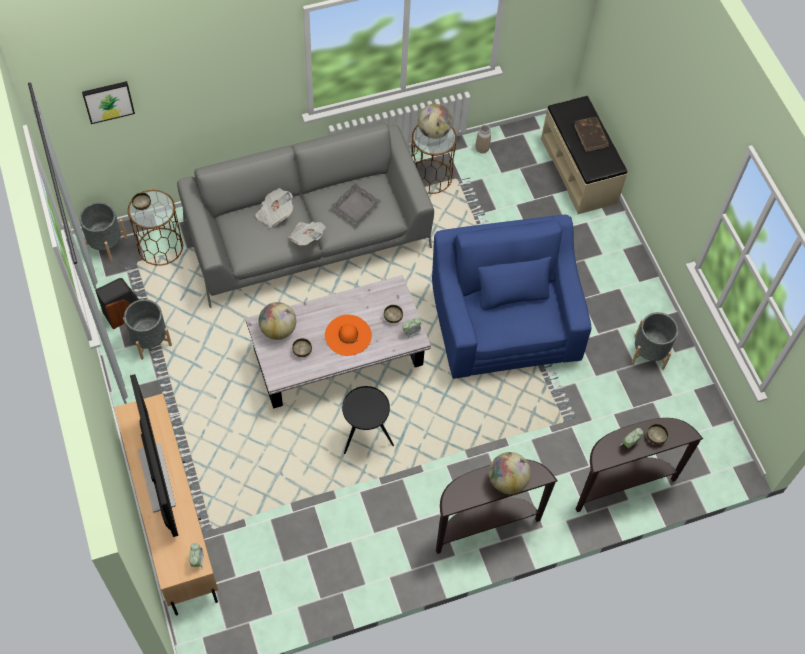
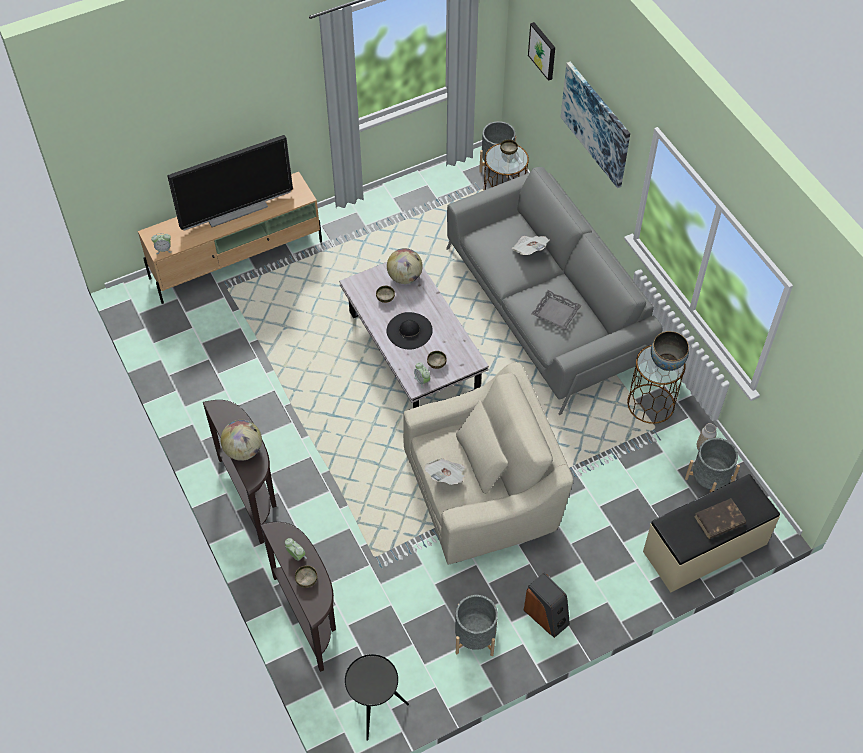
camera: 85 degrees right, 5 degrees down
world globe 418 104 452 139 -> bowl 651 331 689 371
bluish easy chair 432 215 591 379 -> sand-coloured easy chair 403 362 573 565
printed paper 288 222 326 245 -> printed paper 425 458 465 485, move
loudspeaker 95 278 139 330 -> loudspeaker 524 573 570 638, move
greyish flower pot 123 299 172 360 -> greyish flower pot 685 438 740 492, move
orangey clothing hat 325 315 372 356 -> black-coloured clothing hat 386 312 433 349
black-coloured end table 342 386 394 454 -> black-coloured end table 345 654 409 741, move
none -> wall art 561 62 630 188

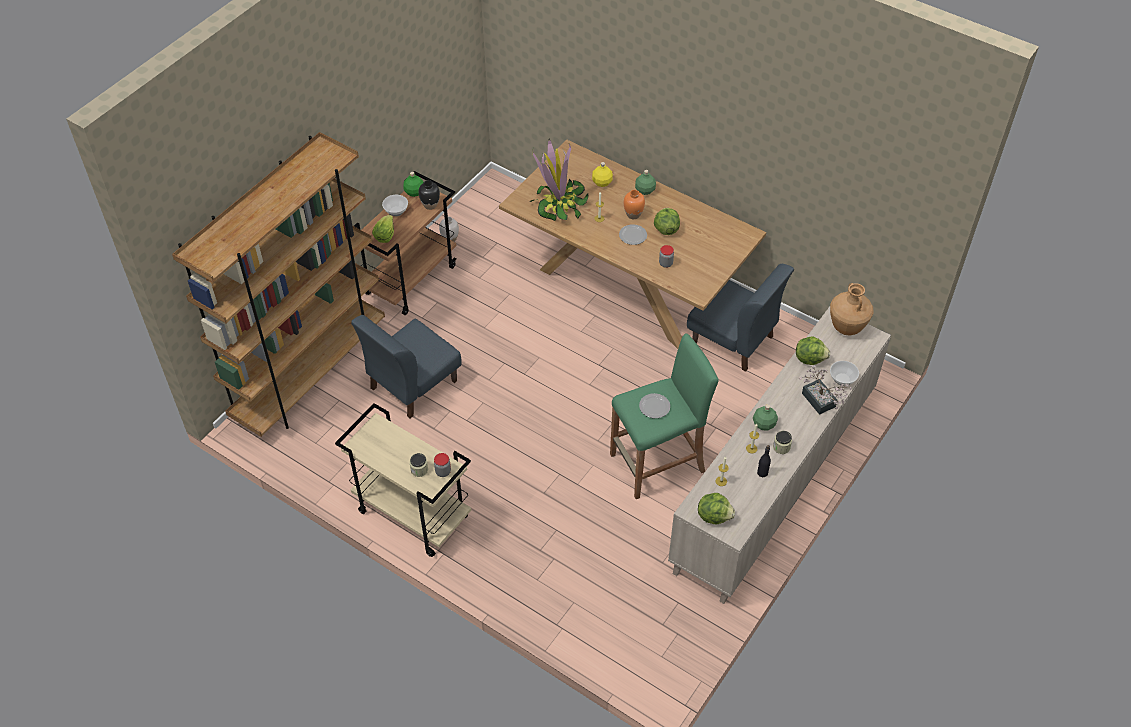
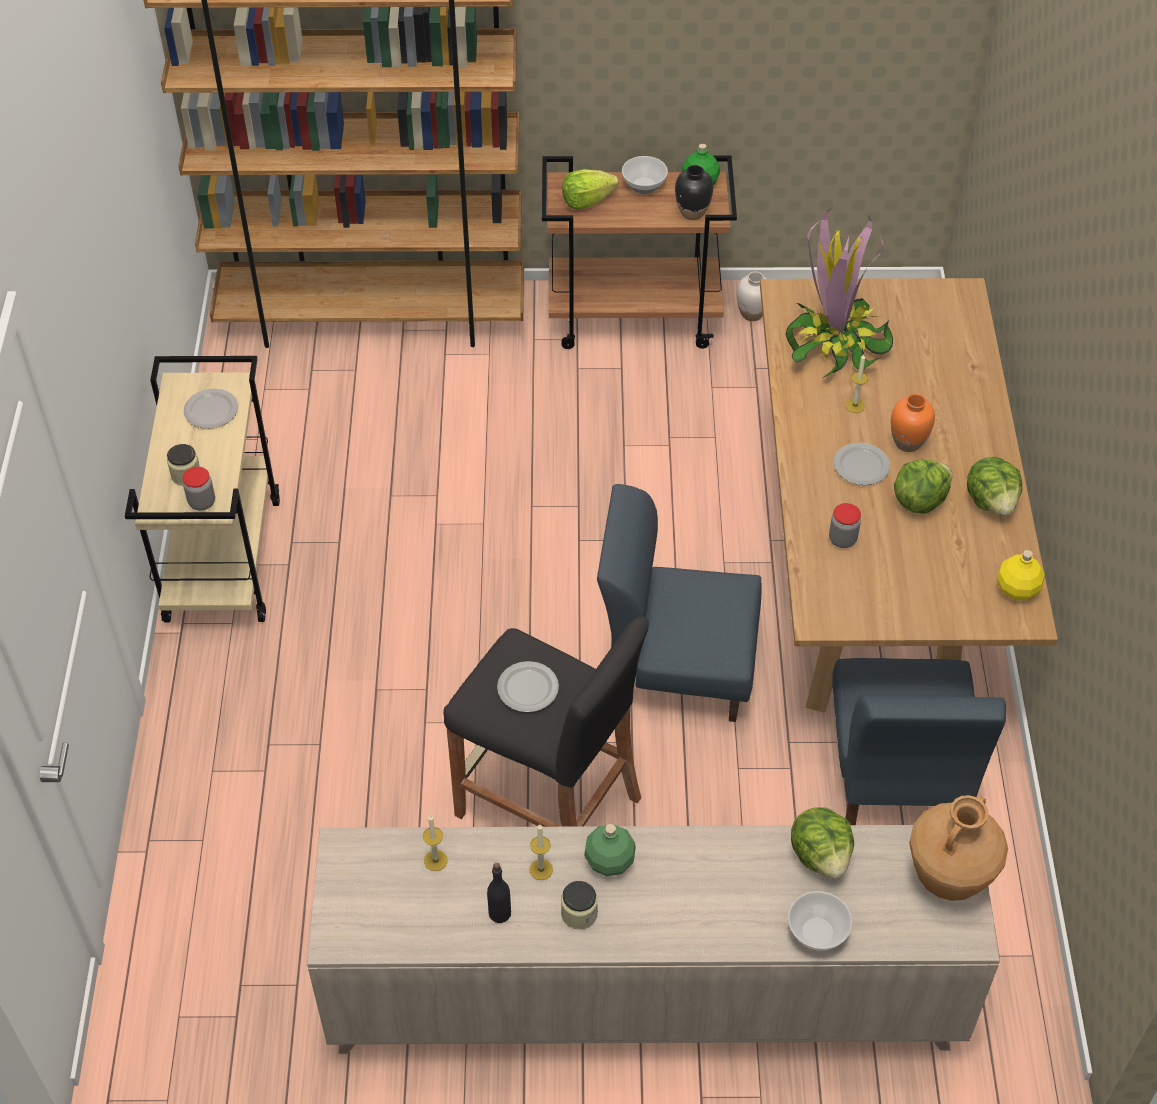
camera: 55 degrees right, 0 degrees up
yellowish drink bottle 592 162 613 187 -> yellowish drink bottle 997 550 1045 600, move
green drink bottle 635 170 656 195 -> none
bluish plain chair 351 315 462 418 -> bluish plain chair 597 484 761 722, move
green stool seat 610 333 719 499 -> black-coloured stool seat 443 616 649 827
plant in a pot 799 366 851 415 -> none
lettuce 698 493 735 524 -> lettuce 967 457 1022 515, move
none -> flat dish 184 388 238 429

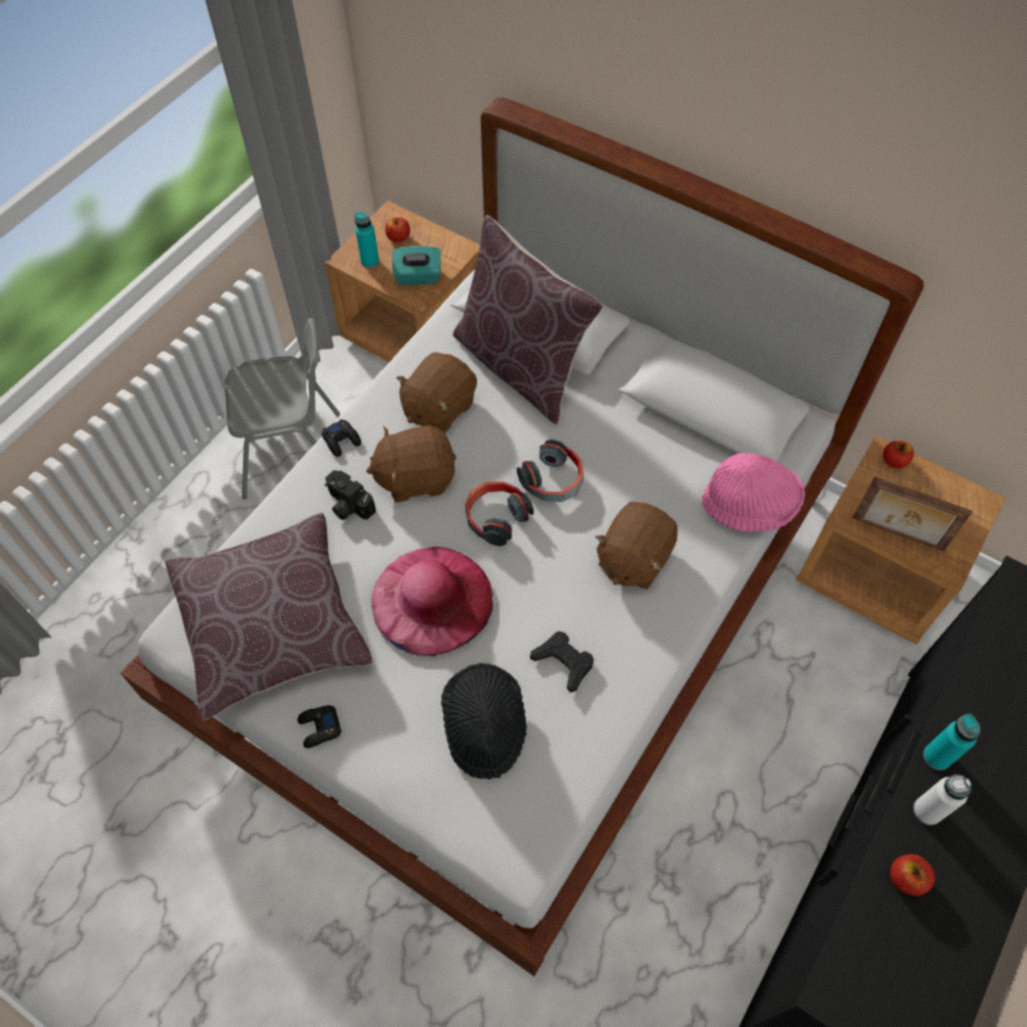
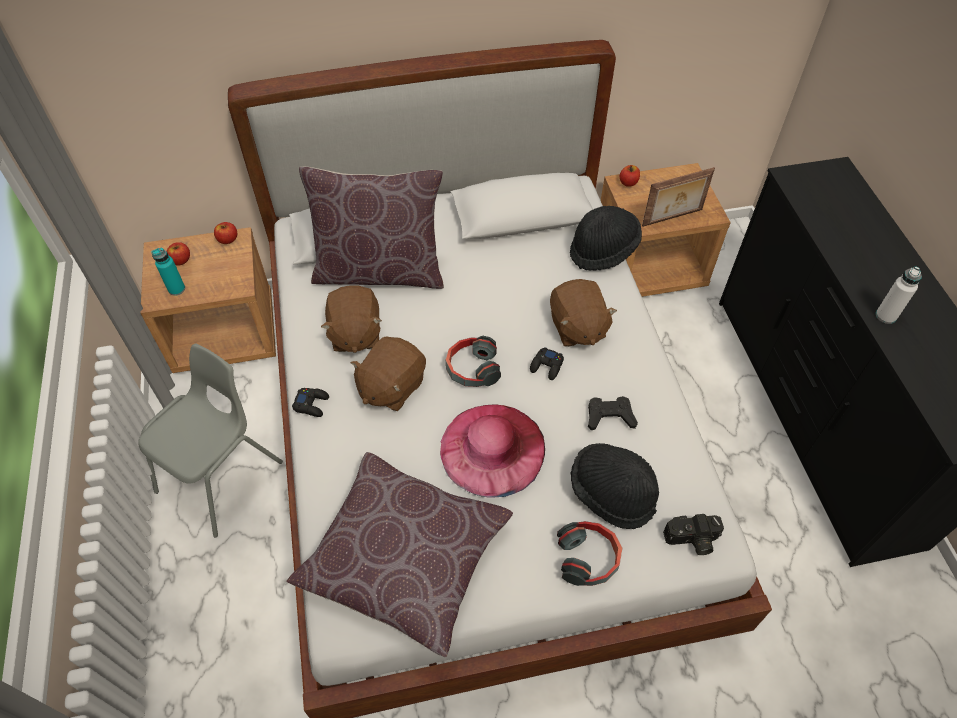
camera: 45 degrees left, 5 degrees down
turquoise tissue holder 392 246 441 285 -> none
pair of headphones 517 439 584 502 -> pair of headphones 557 521 622 586, move
pink-coloured clothing hat 702 453 805 532 -> black-coloured clothing hat 570 206 642 271
still camera 325 470 376 520 -> still camera 663 514 724 555, move
black-coloured joypad 297 705 342 748 -> black-coloured joypad 530 347 564 380, move
turquoise drink bottle 923 714 981 770 -> none
apple fruit 890 854 935 896 -> apple fruit 214 222 237 244, move

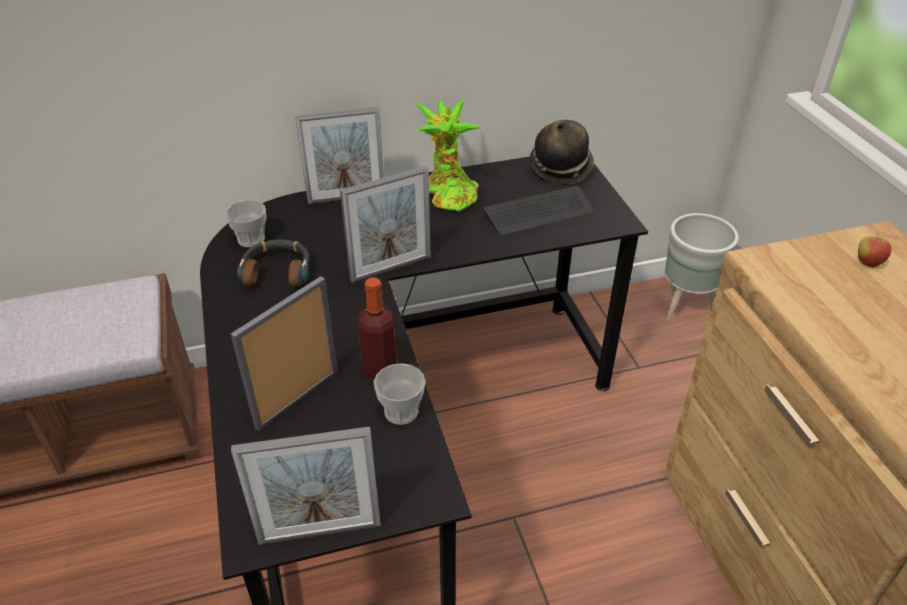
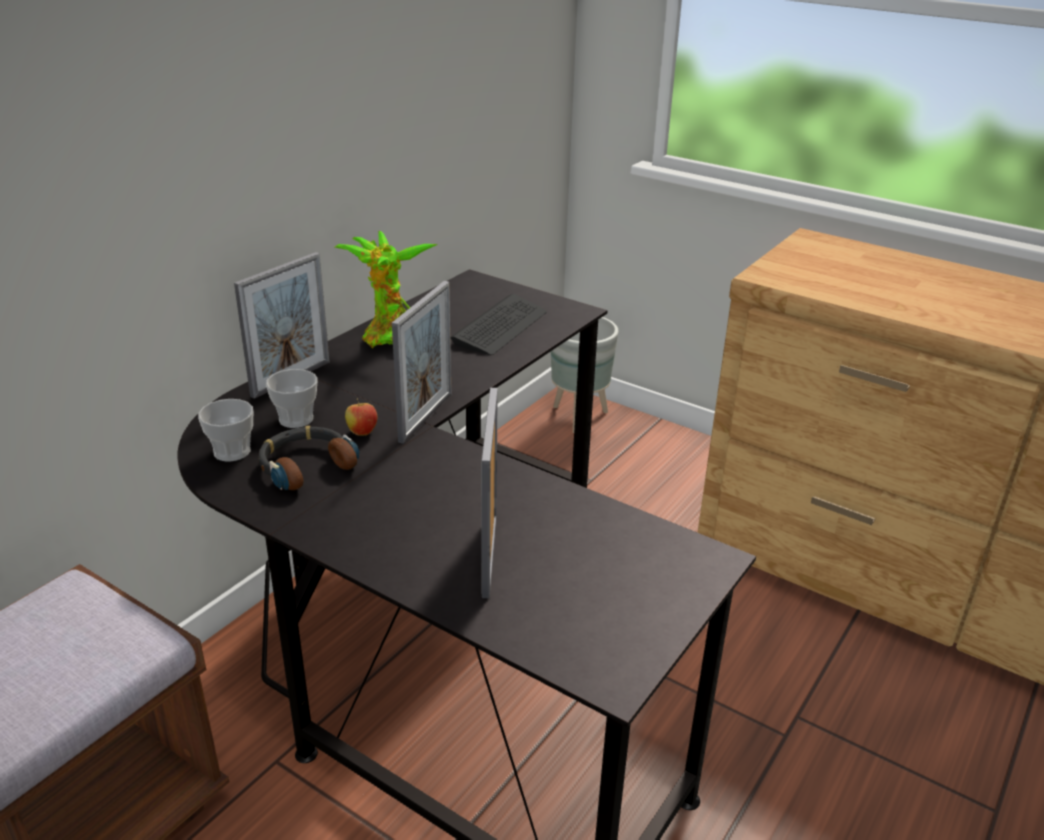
camera: 40 degrees left, 10 degrees down
clothing hat 529 120 594 185 -> none
apple fruit 858 232 892 267 -> apple fruit 345 399 377 436, move
drink bottle 358 277 397 380 -> none
small cup 374 363 425 425 -> small cup 266 369 318 428, move
standing frame 231 427 381 545 -> none

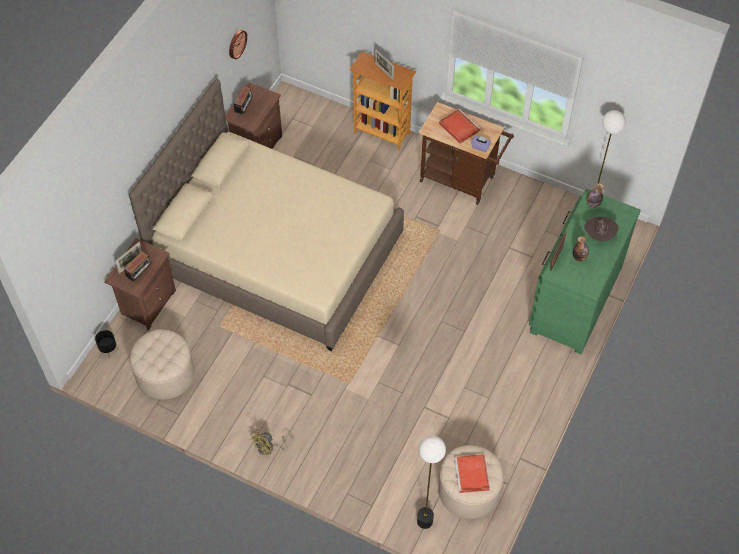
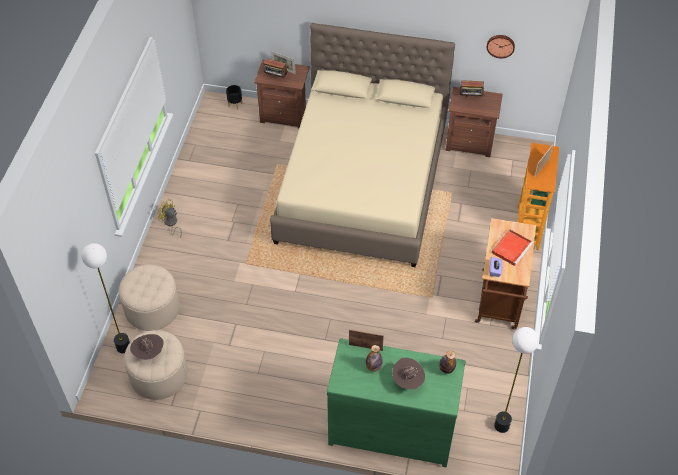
camera: 75 degrees right, 5 degrees down
sand-coloured pouffe 130 329 194 400 -> sand-coloured pouffe 119 265 180 331, move
reddish serving tray 454 454 490 493 -> brownish clothing hat 130 334 164 360

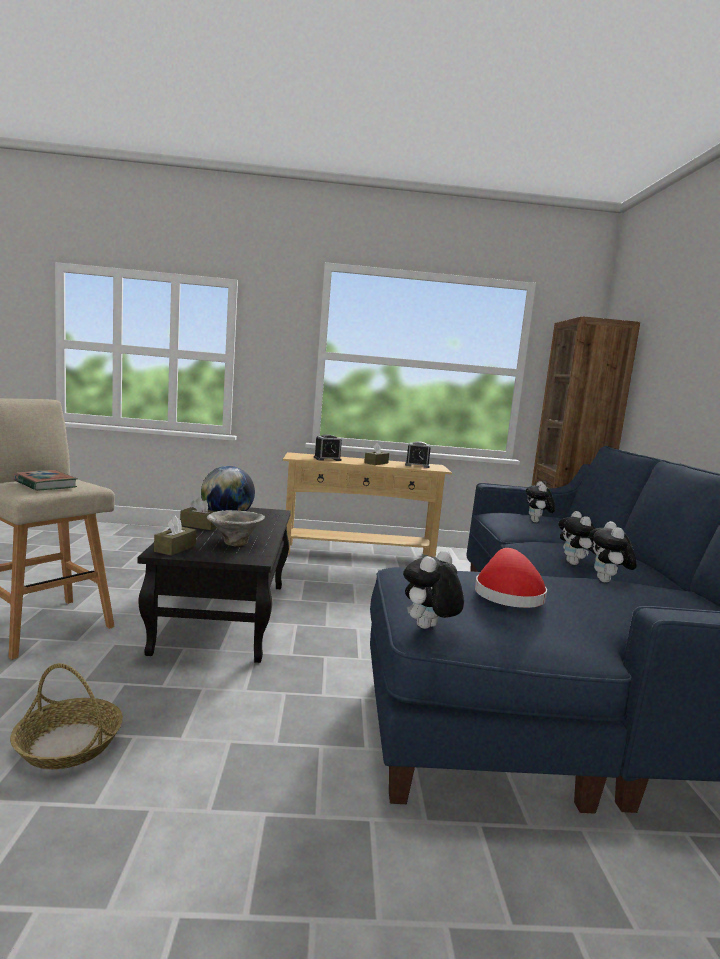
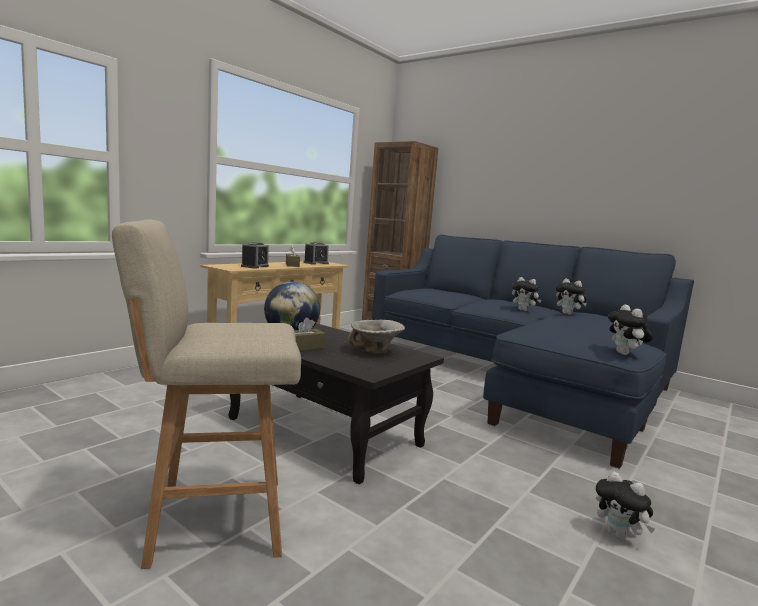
camera: 50 degrees left, 0 degrees up
volume 14 470 78 491 -> none
plush toy 526 481 555 523 -> plush toy 596 472 655 539, move
brownish tissue holder 154 516 197 556 -> none
reddish clothing hat 475 548 547 608 -> none
basket 10 663 123 769 -> none

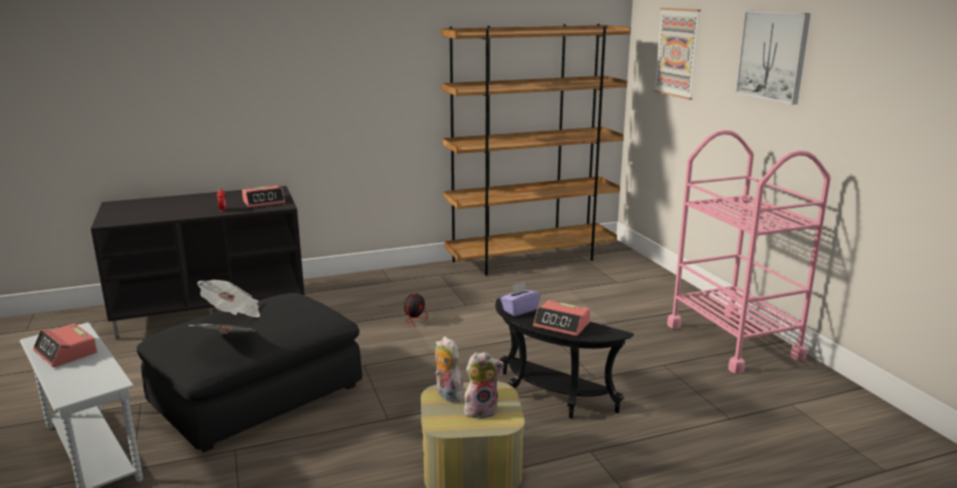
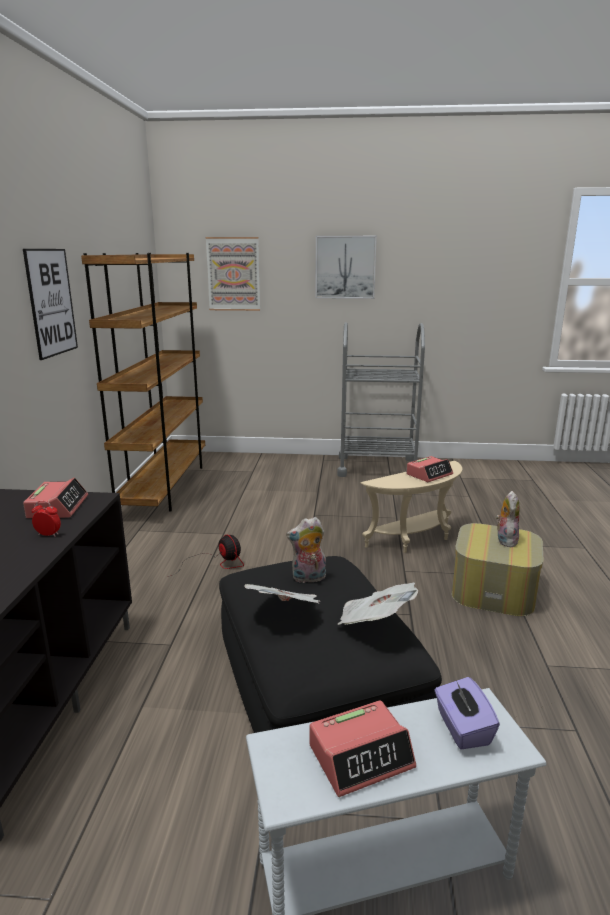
camera: 65 degrees left, 0 degrees up
pink-coloured wheeled cart 667 130 831 374 -> greyish wheeled cart 337 322 425 477
purple tissue holder 500 282 541 316 -> purple tissue holder 434 677 500 750, move
black-coloured end table 495 297 634 419 -> sand-coloured end table 361 461 462 553
plush toy 435 336 464 402 -> plush toy 286 517 326 583, move
none -> wall art 23 249 78 360

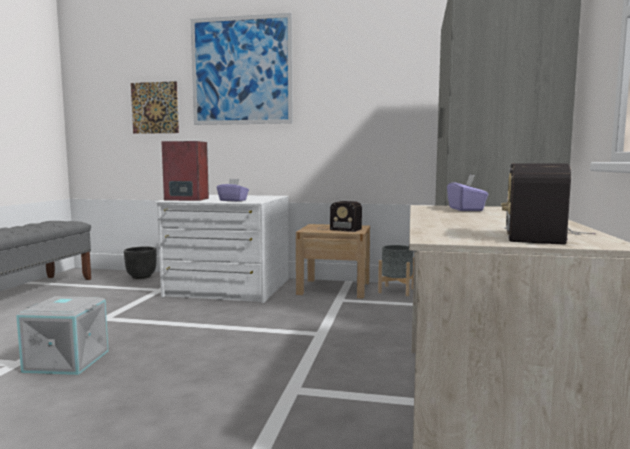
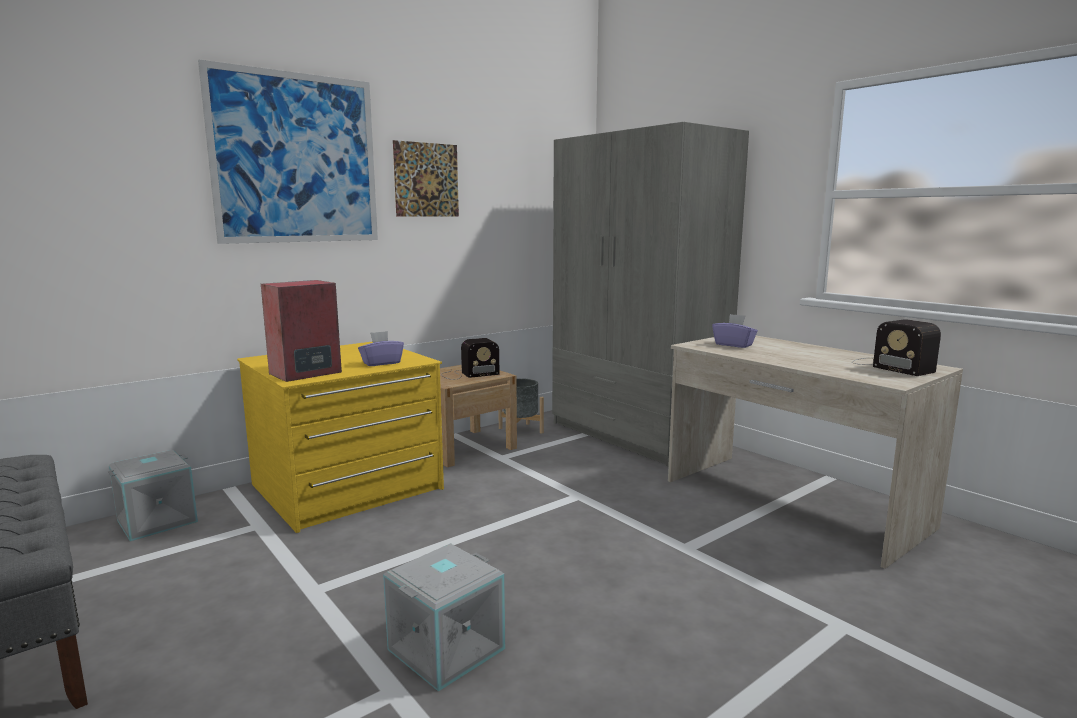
camera: 50 degrees left, 5 degrees up
wall art 131 81 179 134 -> wall art 393 140 459 217, move
whitish drawer chest 154 195 289 303 -> yellowish drawer chest 237 342 444 533
black-coloured flower pot 124 247 157 279 -> greyish storage container 108 450 198 541

